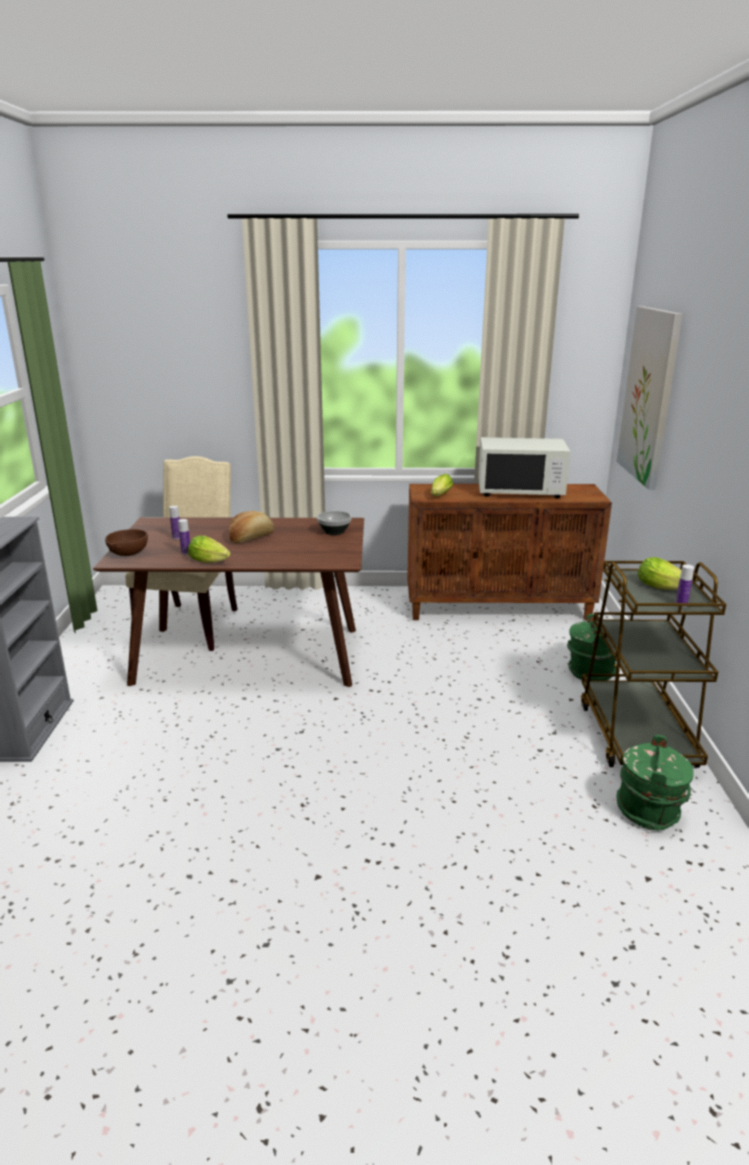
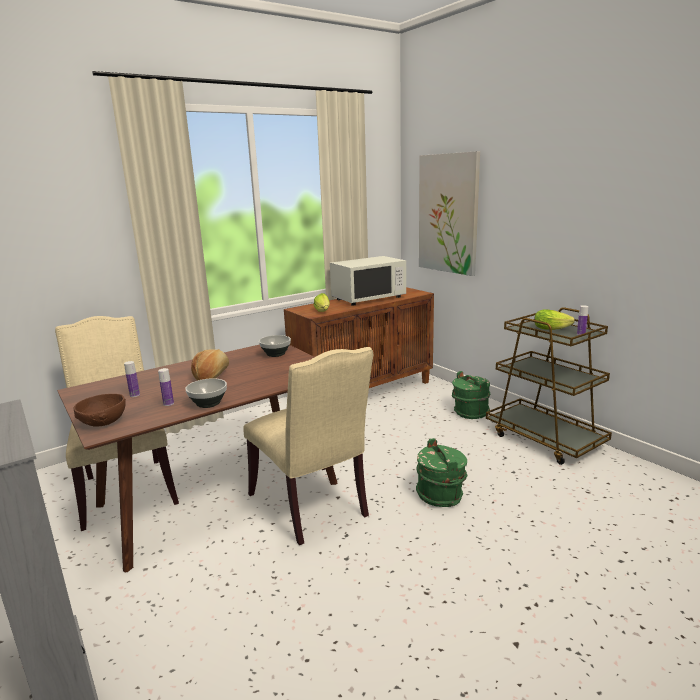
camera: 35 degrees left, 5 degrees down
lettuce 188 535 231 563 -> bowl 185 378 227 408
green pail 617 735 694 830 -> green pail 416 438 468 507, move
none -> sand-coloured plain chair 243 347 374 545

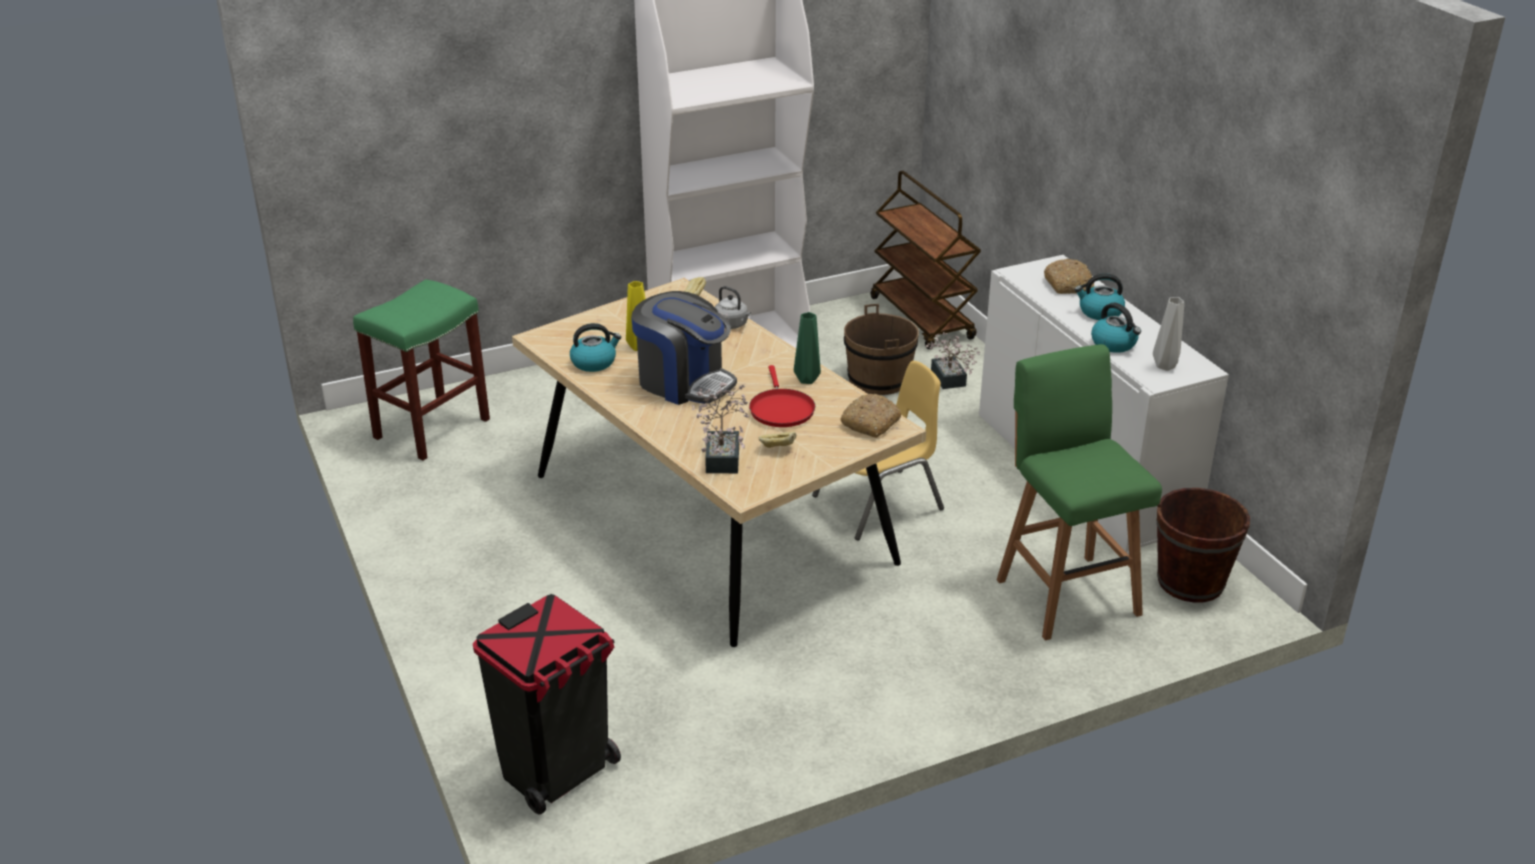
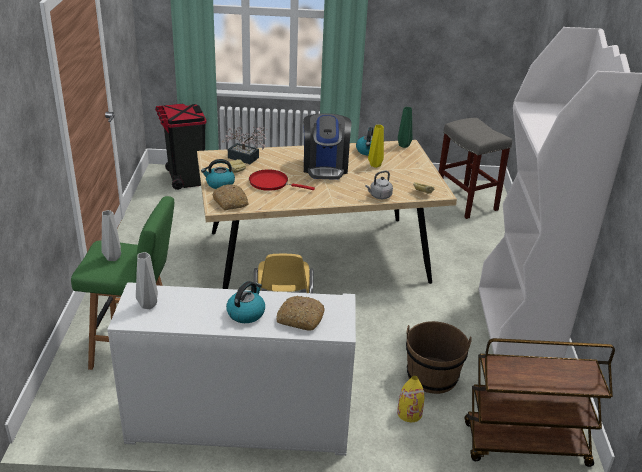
camera: 115 degrees right, 0 degrees up
green stool seat 353 279 490 461 -> greyish stool seat 439 118 512 219
coffee maker 631 291 737 405 -> coffee maker 303 113 352 179, 60 degrees counterclockwise
tea kettle 1091 303 1141 353 -> tea kettle 201 159 235 189, move
green vase 794 312 821 384 -> green vase 398 107 412 148, move
plant in a pot 926 332 980 389 -> yellowish vase 397 376 424 422
brownish pail 1157 488 1250 603 -> none
none -> greyish vase 101 210 121 261

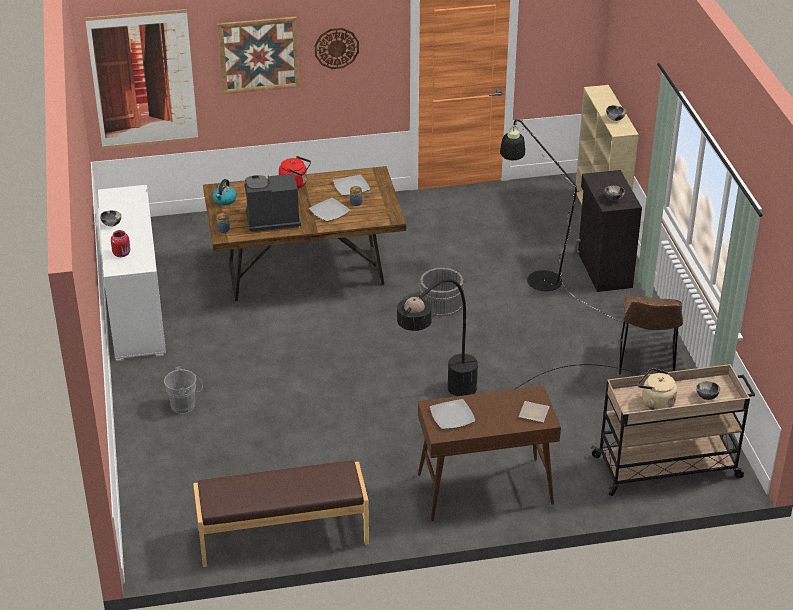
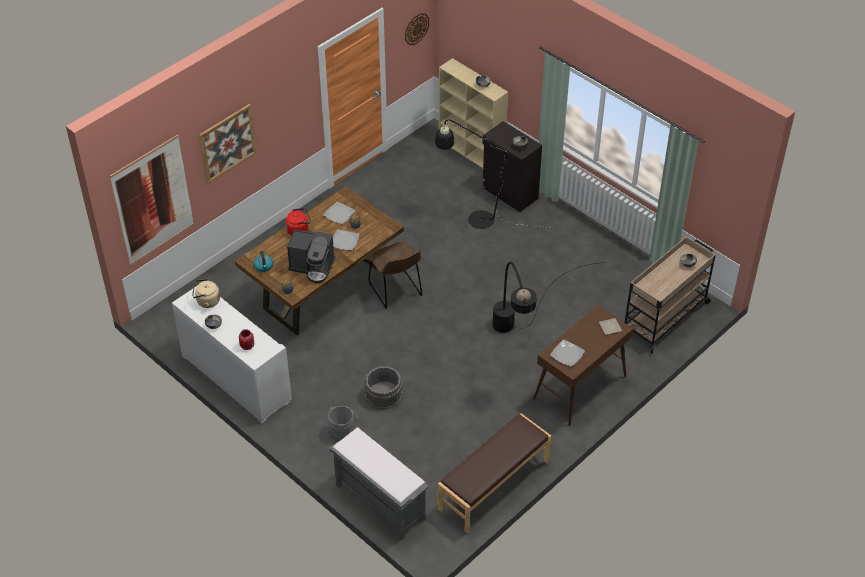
camera: 35 degrees left, 10 degrees up
hanging clock 315 28 359 69 -> hanging clock 405 13 429 45, move
coffee maker 244 173 301 232 -> coffee maker 287 230 335 283, 120 degrees counterclockwise
greyish pail 419 268 464 317 -> greyish pail 365 366 402 410, move
brownish plain chair 619 296 683 374 -> brownish plain chair 369 241 422 309, move
sand-coloured tea kettle 638 368 677 410 -> sand-coloured tea kettle 192 279 220 308, move
none -> greyish long seat 330 427 429 541

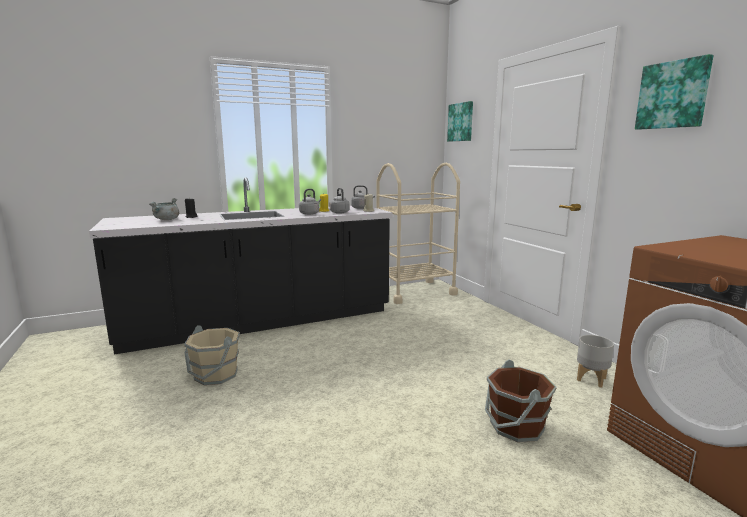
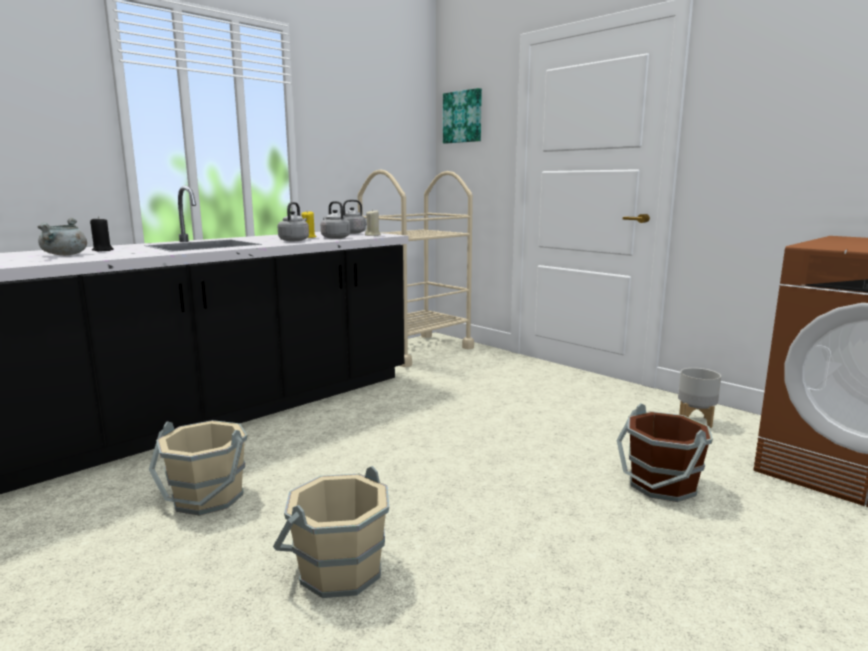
camera: 20 degrees left, 0 degrees up
wall art 635 54 713 130 -> none
none -> sand-coloured pail 273 466 389 598

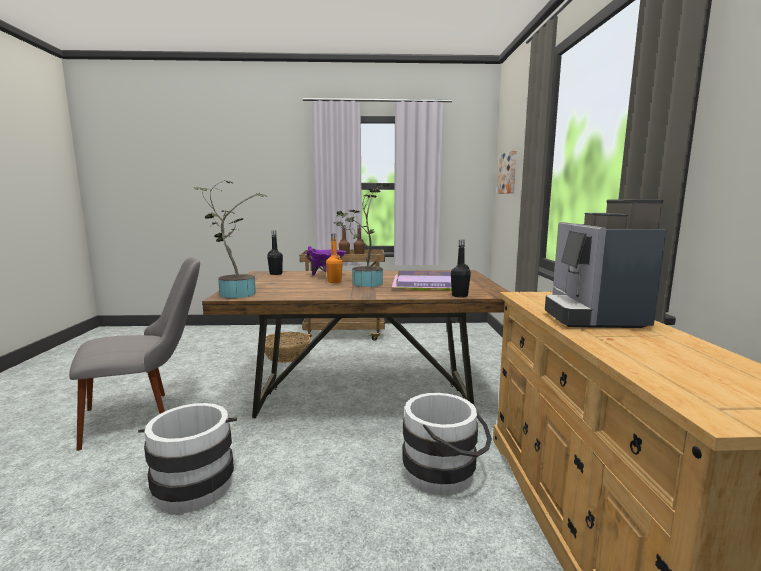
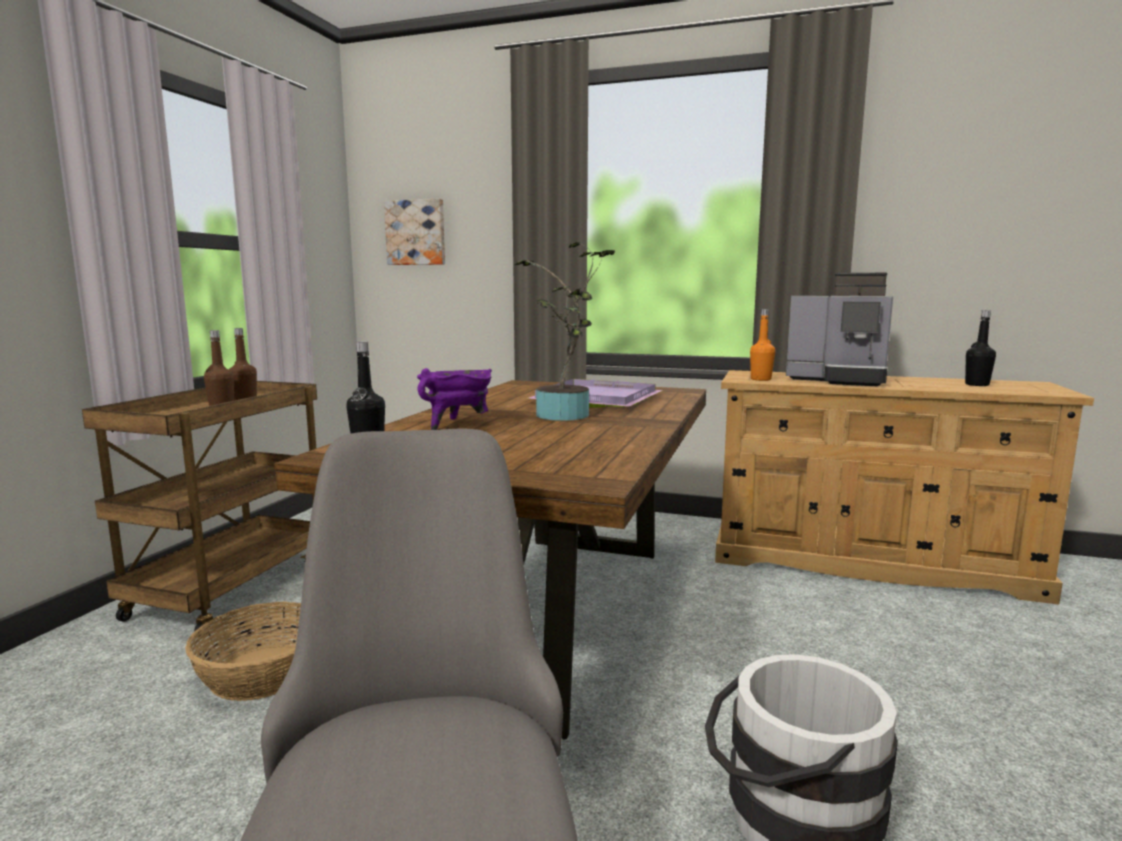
camera: 70 degrees left, 0 degrees up
plant in a pot 194 180 267 298 -> none
orangey drink bottle 326 234 343 283 -> orangey drink bottle 750 309 775 381, move
black-coloured drink bottle 451 240 471 298 -> black-coloured drink bottle 965 310 996 386, move
whitish pail 402 393 492 495 -> none

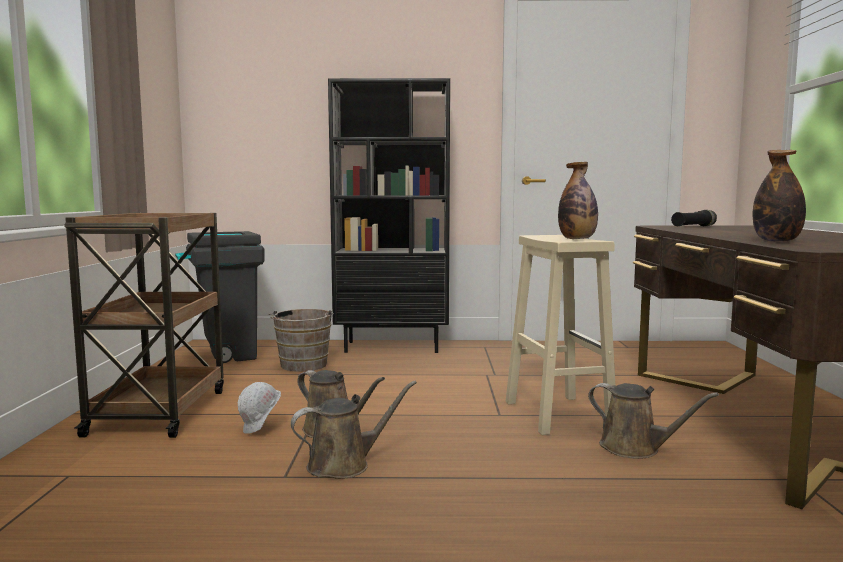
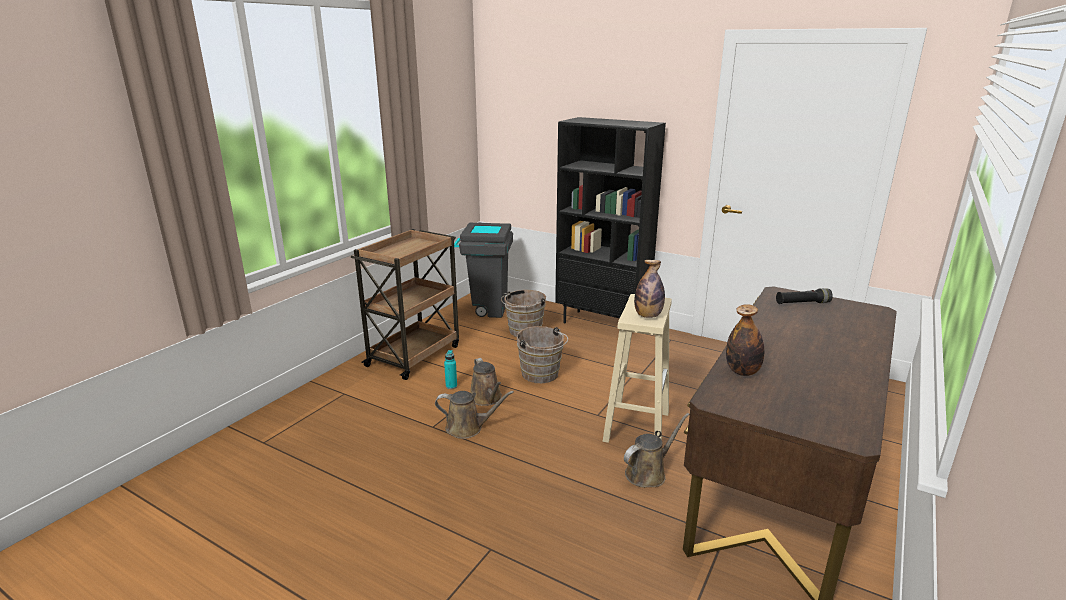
camera: 30 degrees right, 15 degrees up
whitish work helmet 238 382 281 448 -> turquoise drink bottle 444 350 457 389
brownish sprinkling can 588 383 719 459 -> brownish sprinkling can 624 413 690 488, 105 degrees counterclockwise
none -> brownish pail 517 326 568 383

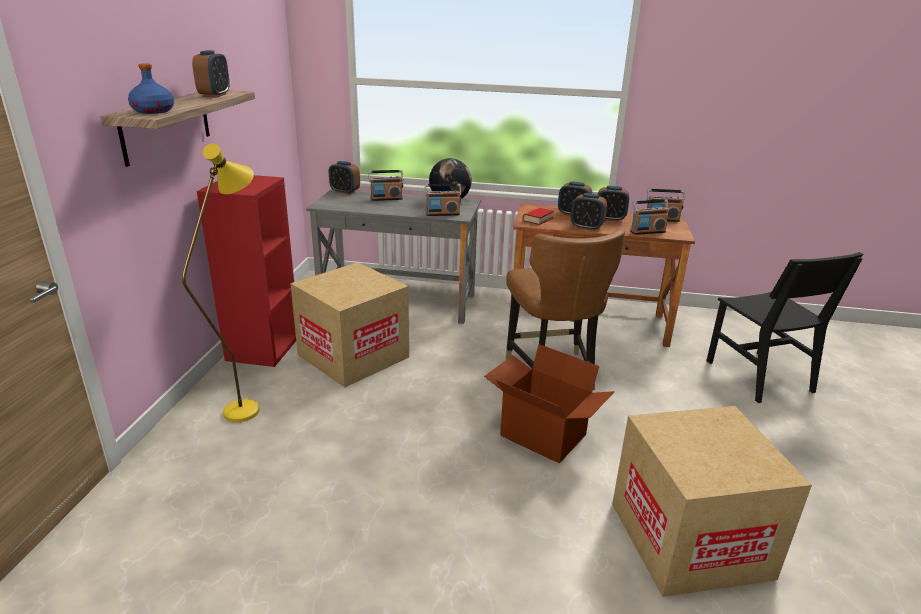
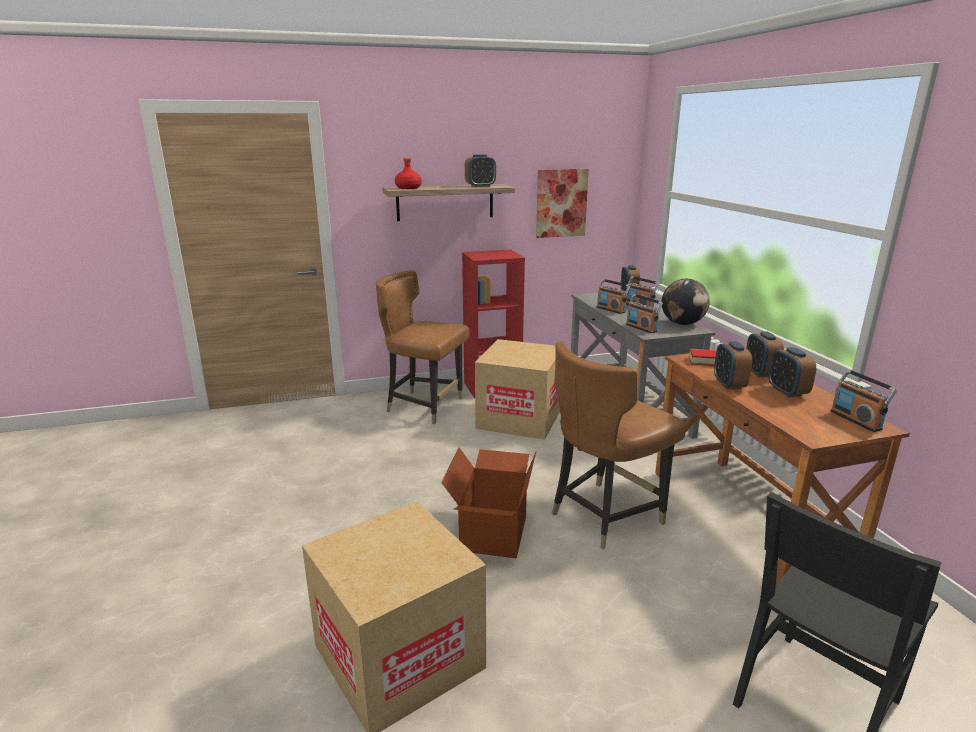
camera: 65 degrees right, 5 degrees down
bluish drink bottle 128 64 174 114 -> reddish drink bottle 395 158 422 189
yellowish standing lamp 182 143 259 422 -> brownish plain chair 376 270 470 424
radio receiver 630 200 669 235 -> radio receiver 597 279 630 314, move
none -> wall art 536 169 589 238

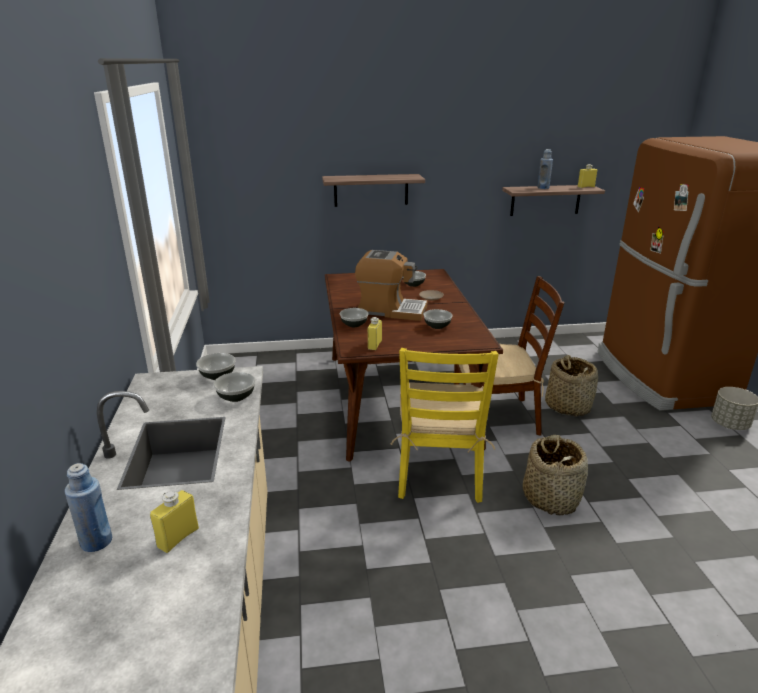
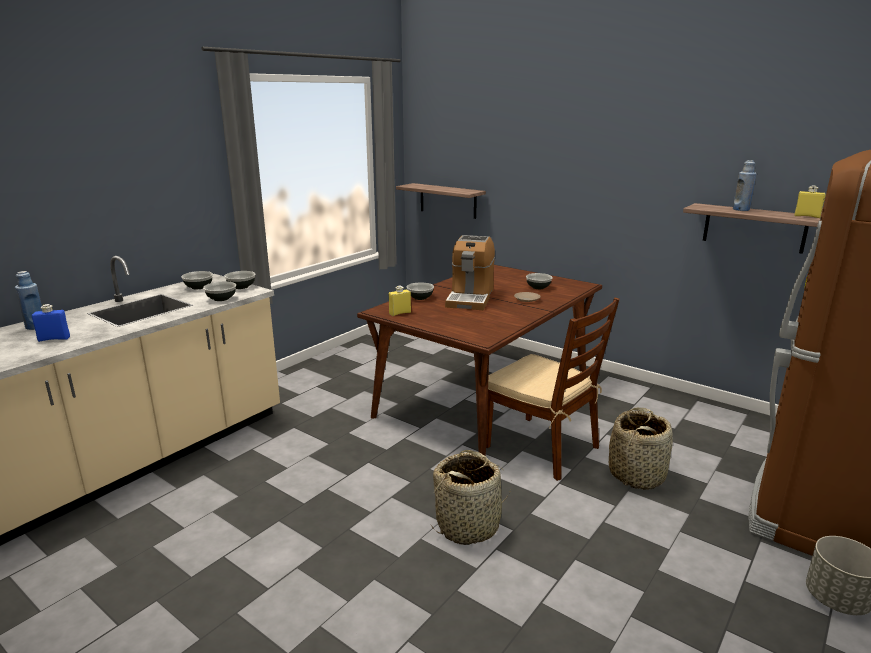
camera: 45 degrees right, 5 degrees down
bracket shelf 322 174 425 207 -> bracket shelf 396 183 486 219, move
coffee maker 355 250 427 321 -> coffee maker 445 235 495 310, 45 degrees clockwise
bowl 423 309 453 329 -> bowl 181 271 213 289, move
yellowish plain chair 390 348 499 503 -> none
yellowish drink bottle 150 490 199 553 -> bluish drink bottle 31 304 70 342

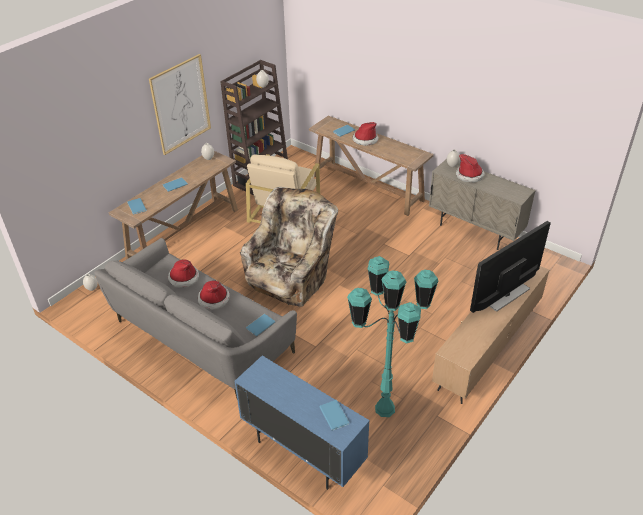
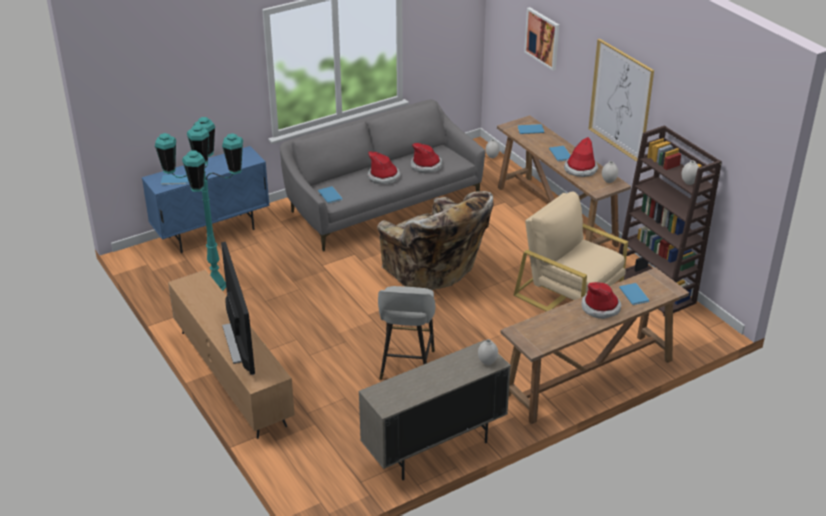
camera: 110 degrees right, 5 degrees down
clothing hat 456 154 485 183 -> clothing hat 564 137 598 177, move
none -> wall art 524 7 559 71
none -> greyish stool seat 378 286 436 380

